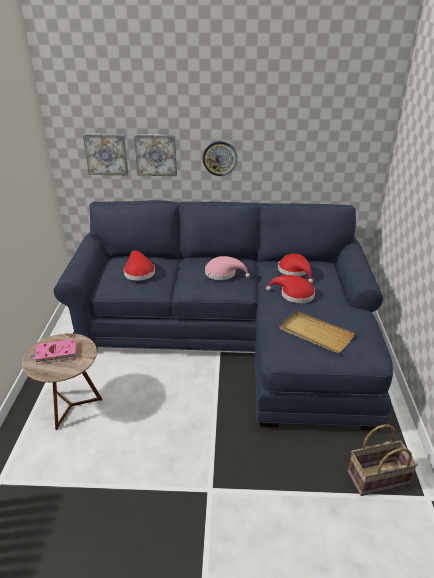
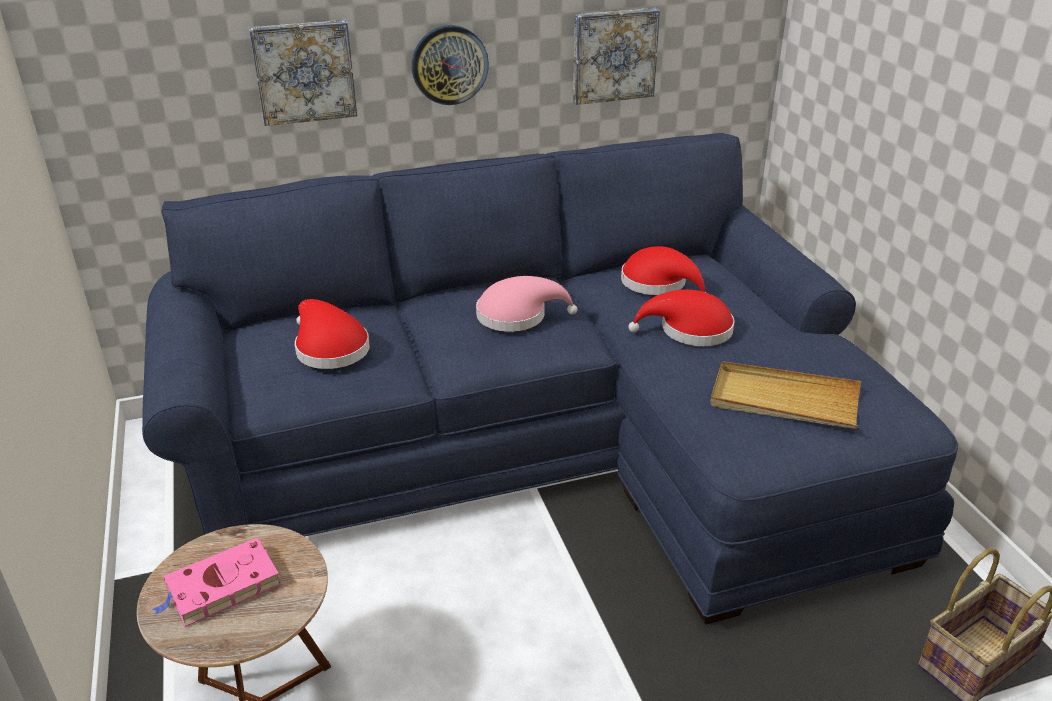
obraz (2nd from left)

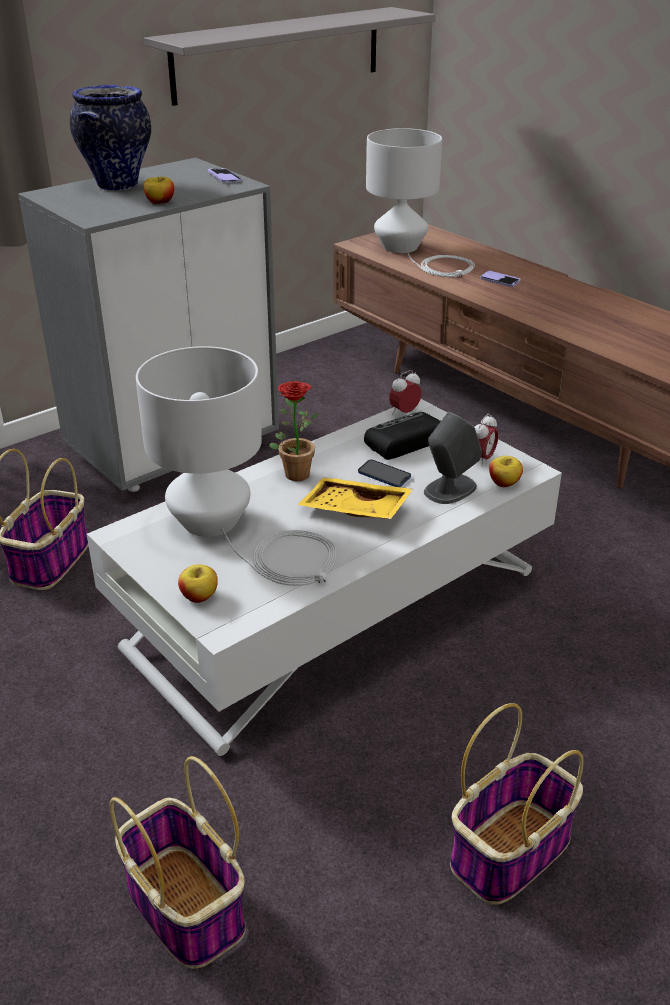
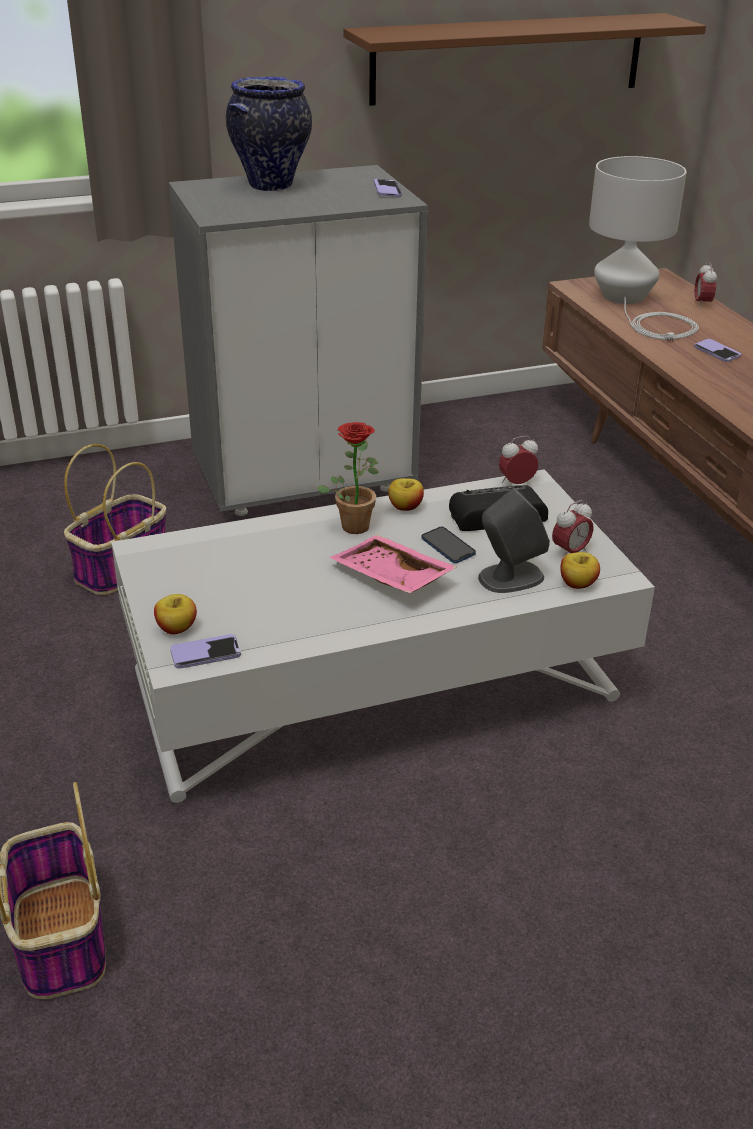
lampa stołowa (biały) (1st from left in the first image)
koszyk (3rd from left in the first image)
telefon (1st from left)
budzik (3rd from left)
jabłko (2nd from left)
półka (brązowy)
taca (różowy)

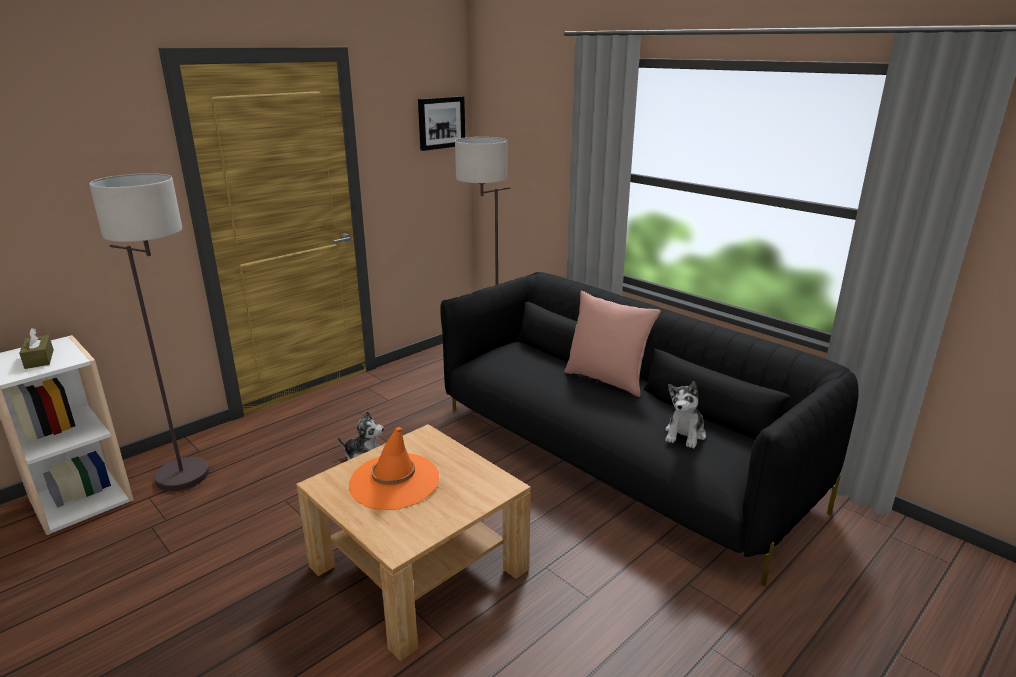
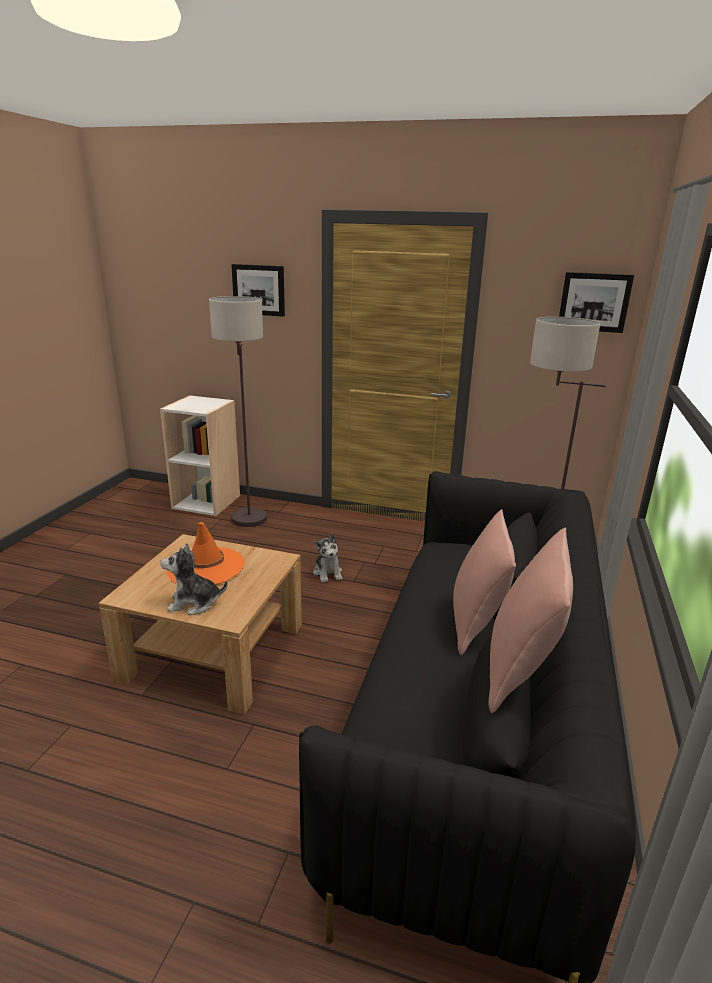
pudełko chusteczek (brązowy)
obraz (1st from left)
poduszka (różowy) (2nd from left)
pluszak (1st from left)

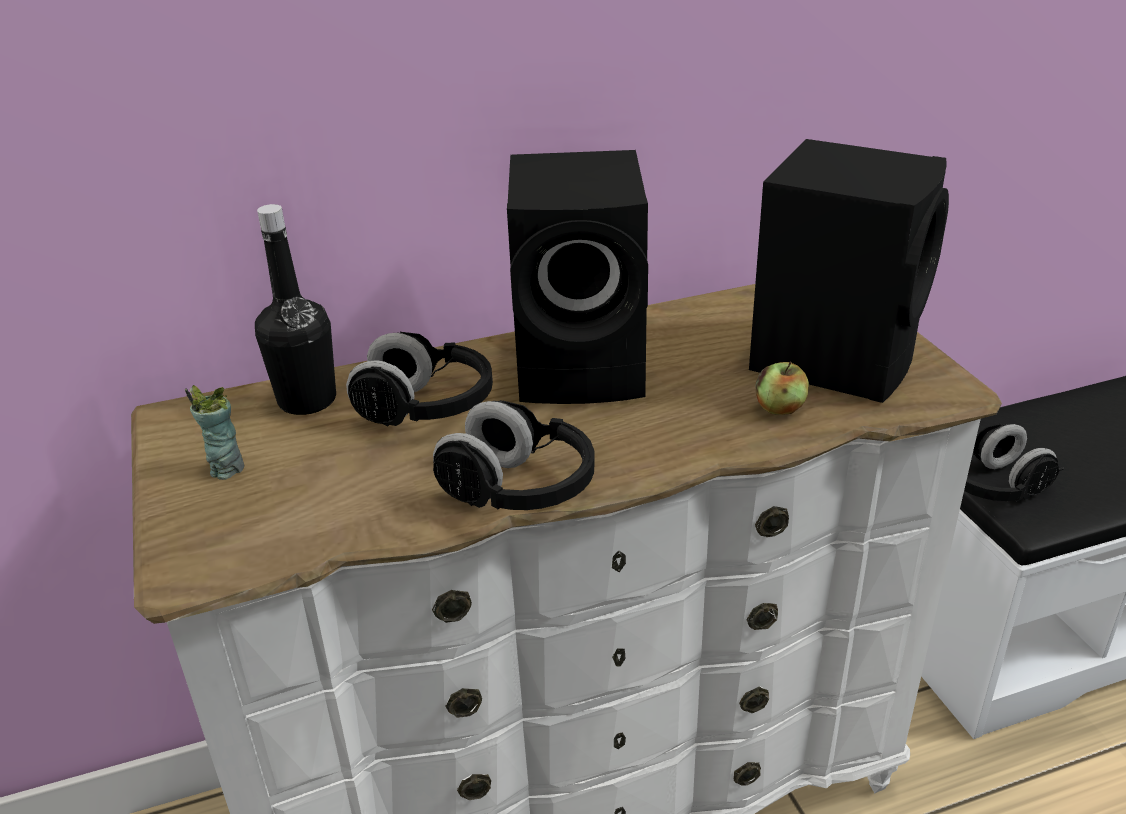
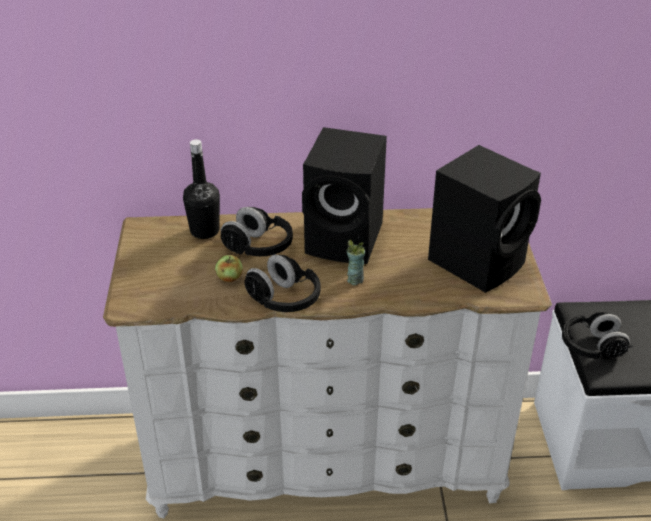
filiżanka
jabłko

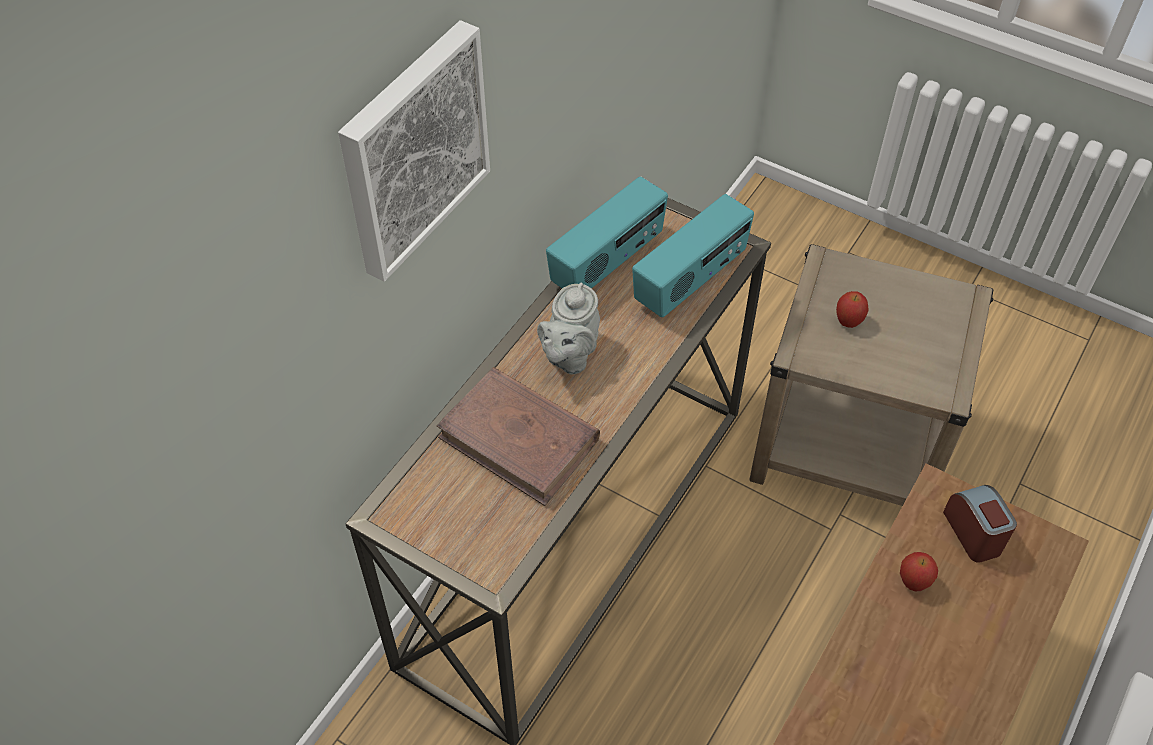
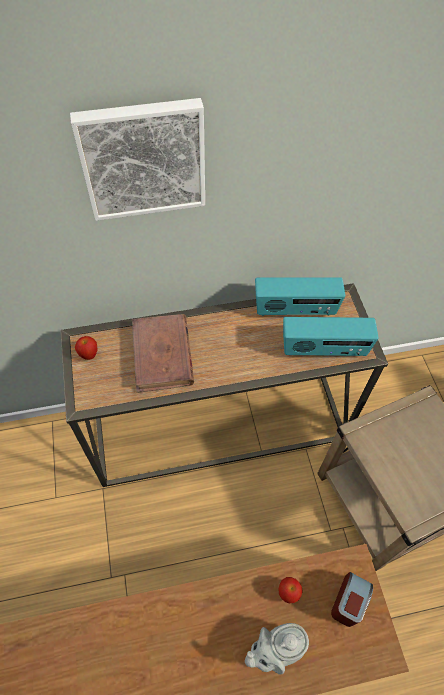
imbryk (szary)
jabłko (1st from left)

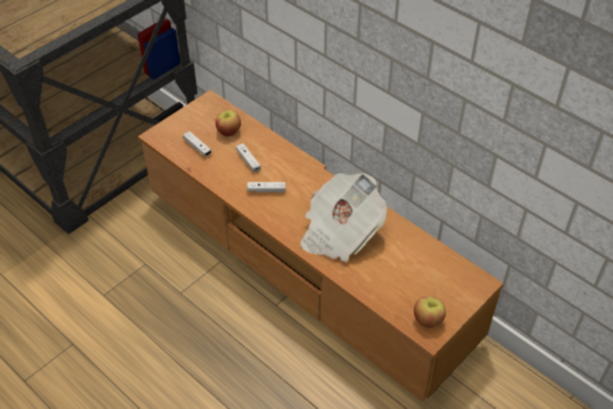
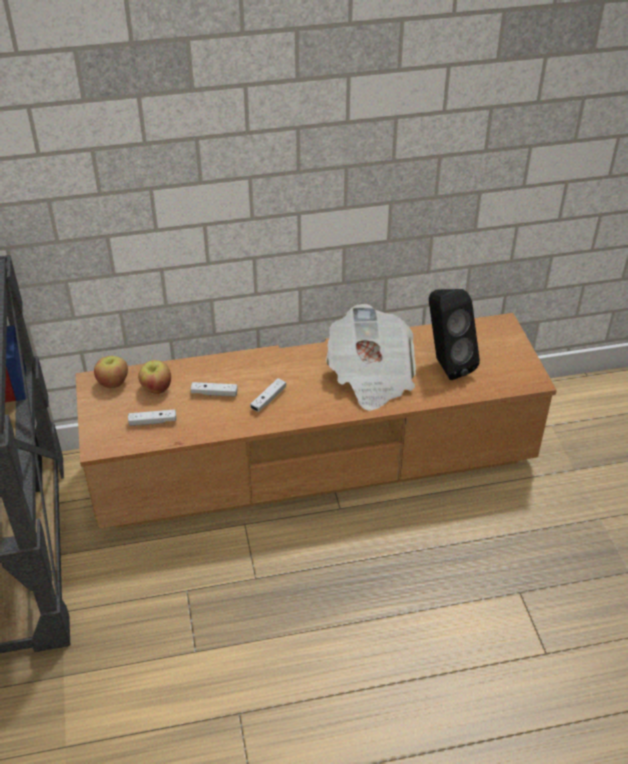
głośnik (czarny)
jabłko (1st from left)

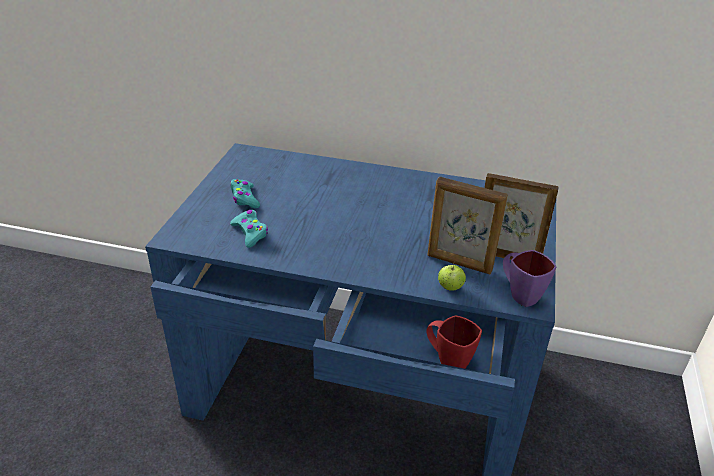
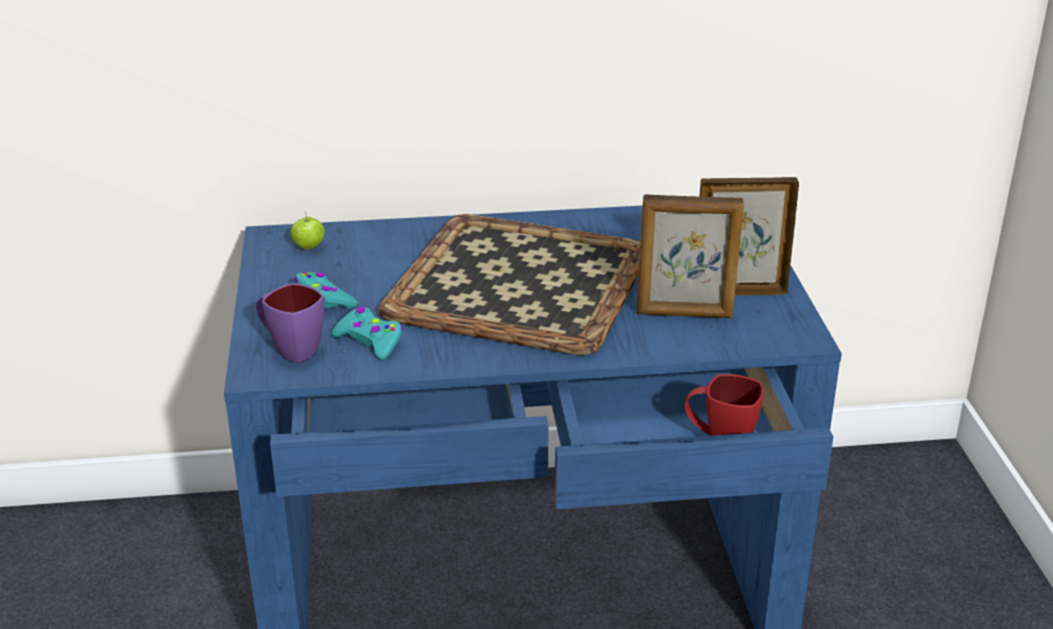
taca
jabłko
kubek (fioletowy)

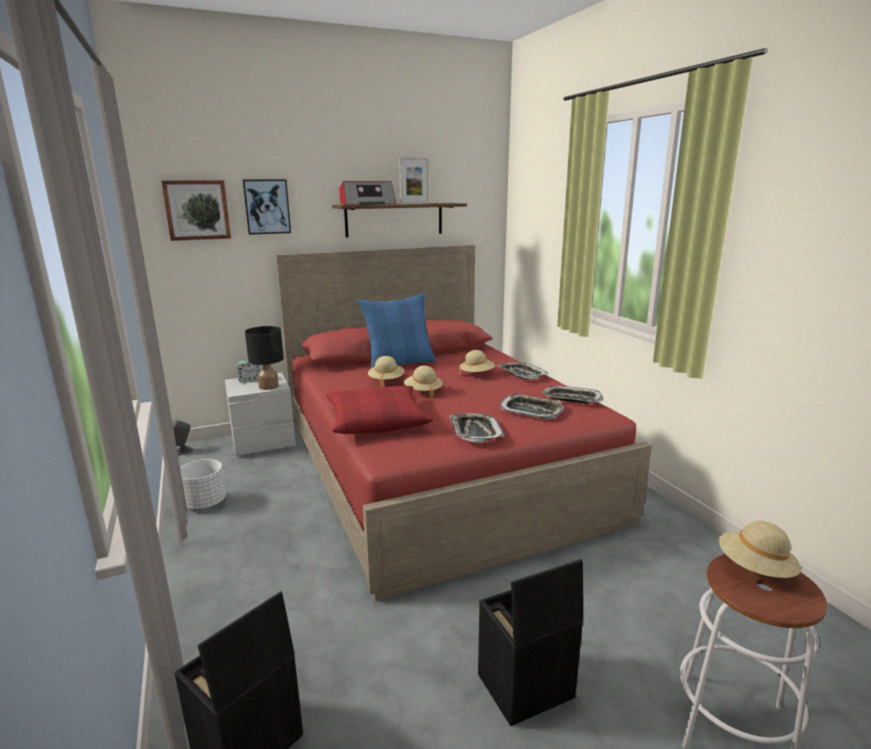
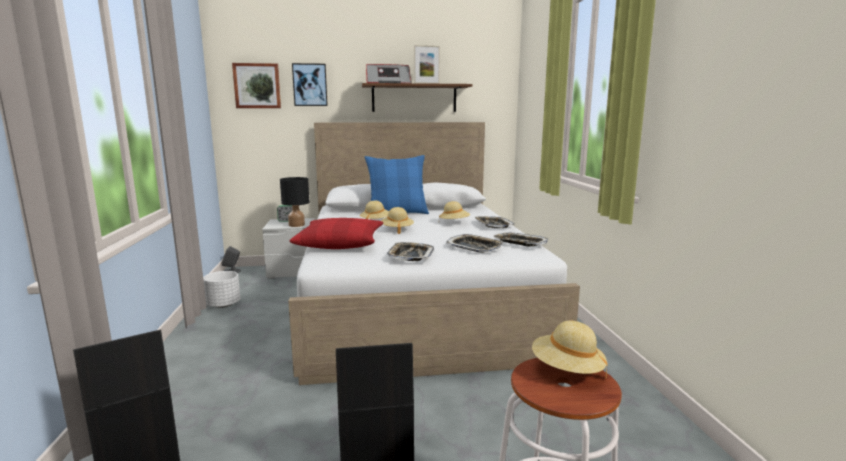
łóżko (biały)

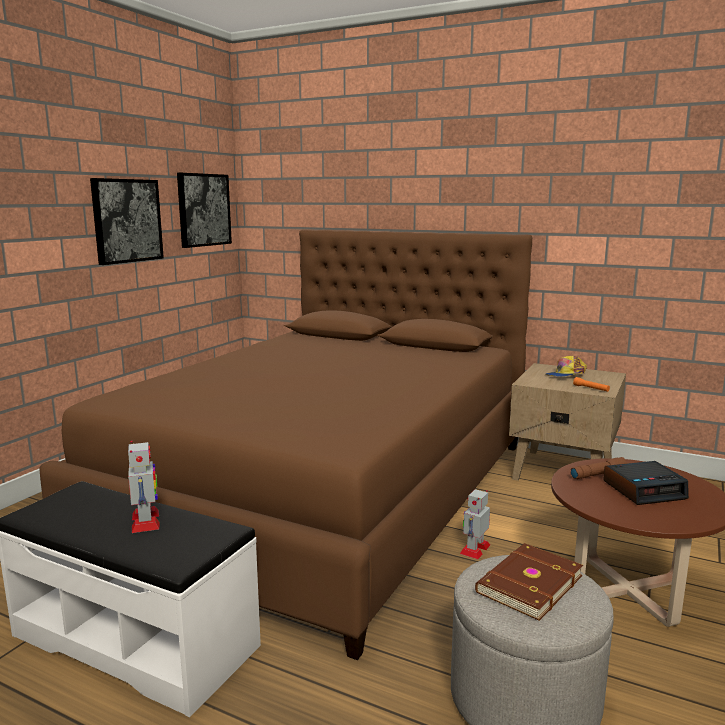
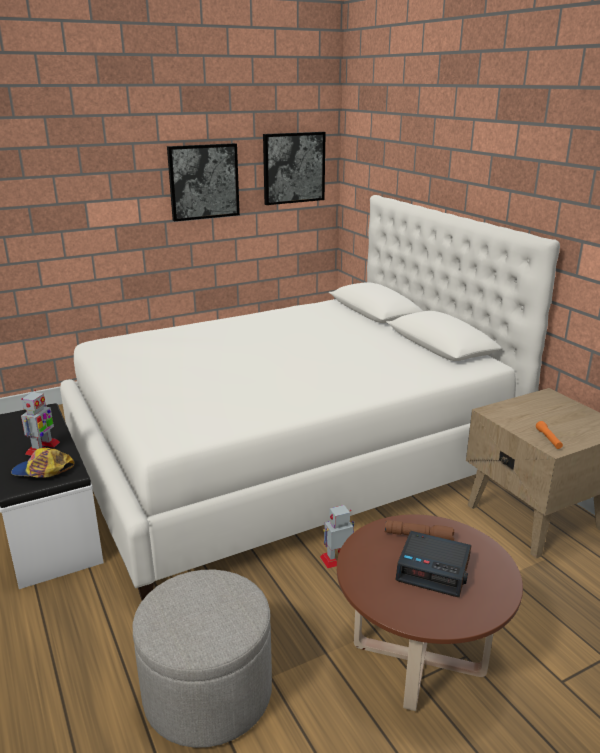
książka (brązowy)
czapka z daszkiem
łóżko (biały)

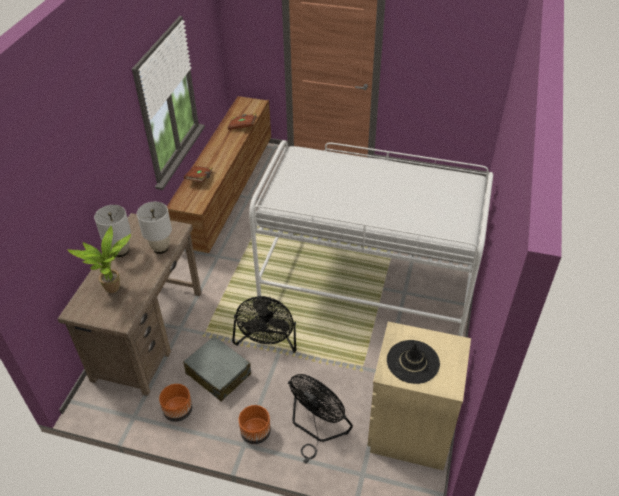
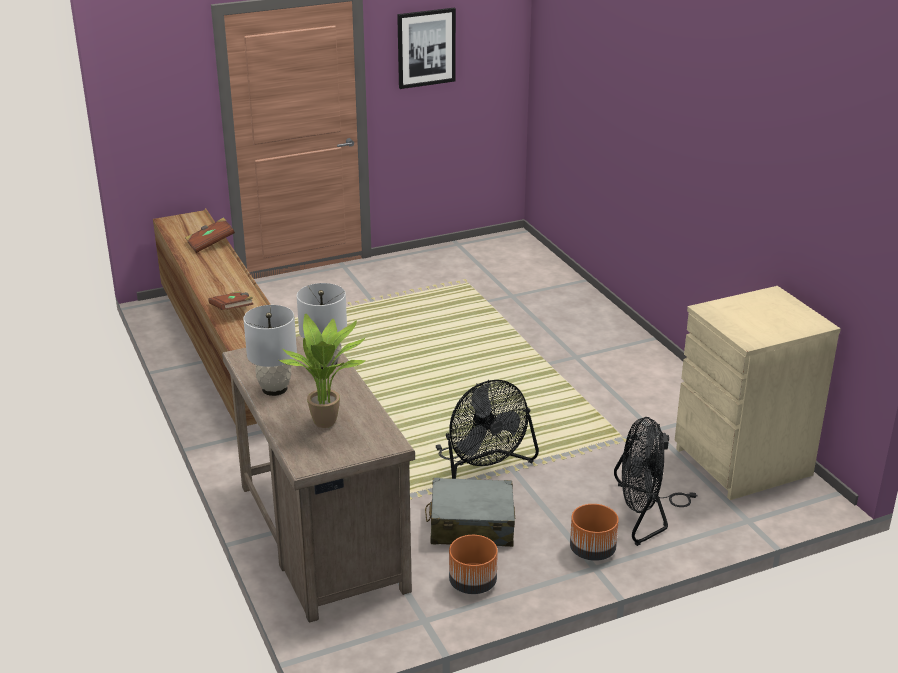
łóżko (biały)
kapelusz (czarny)
obraz
wentylator (czarny) (2nd from left)

